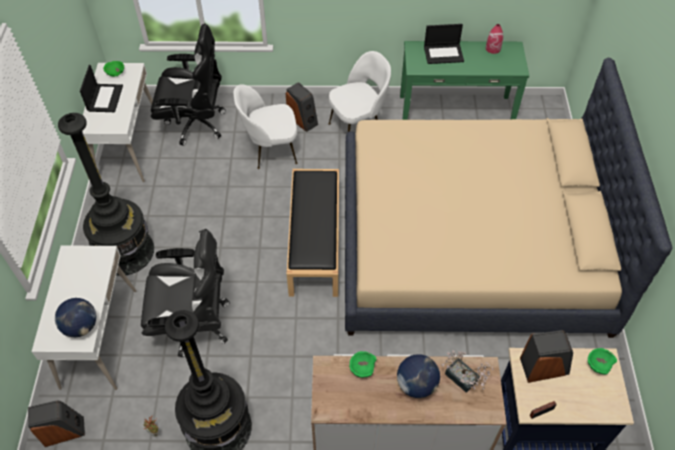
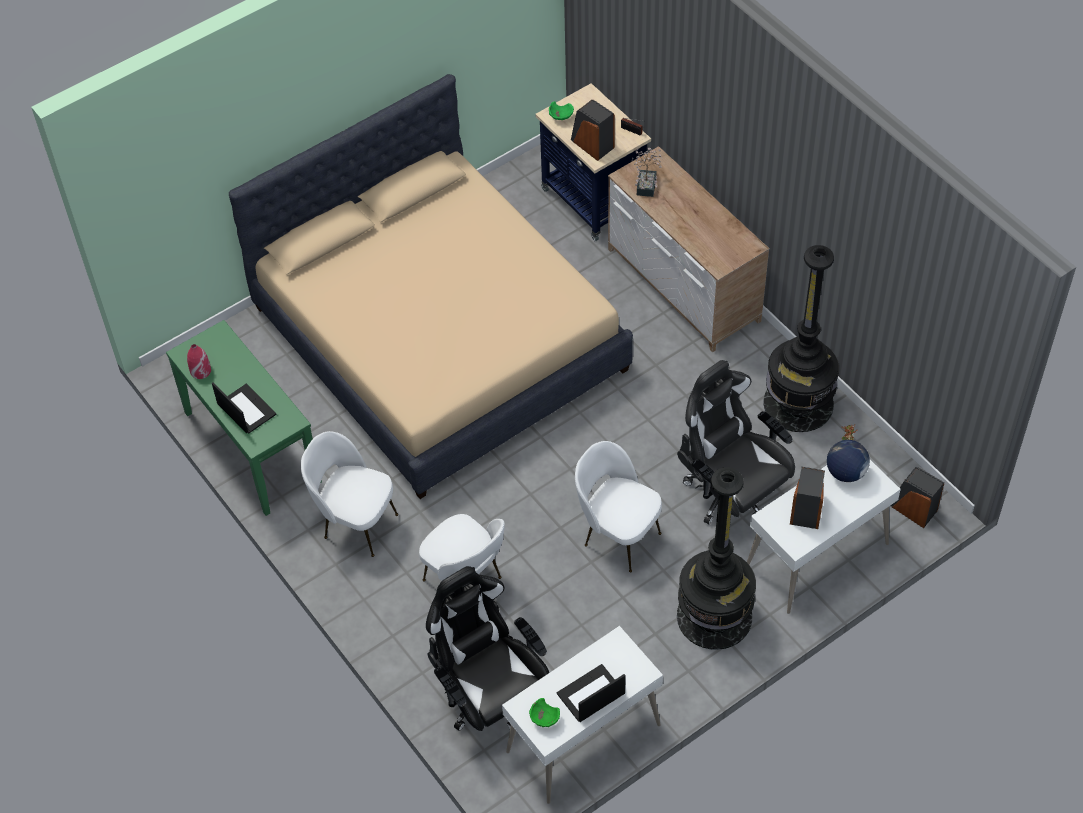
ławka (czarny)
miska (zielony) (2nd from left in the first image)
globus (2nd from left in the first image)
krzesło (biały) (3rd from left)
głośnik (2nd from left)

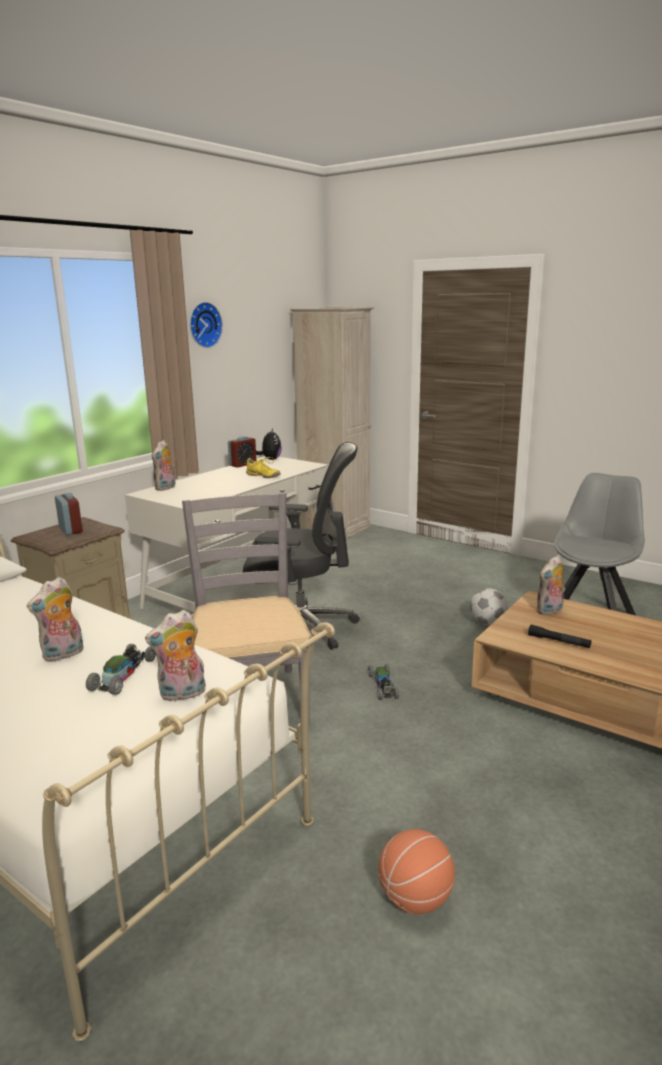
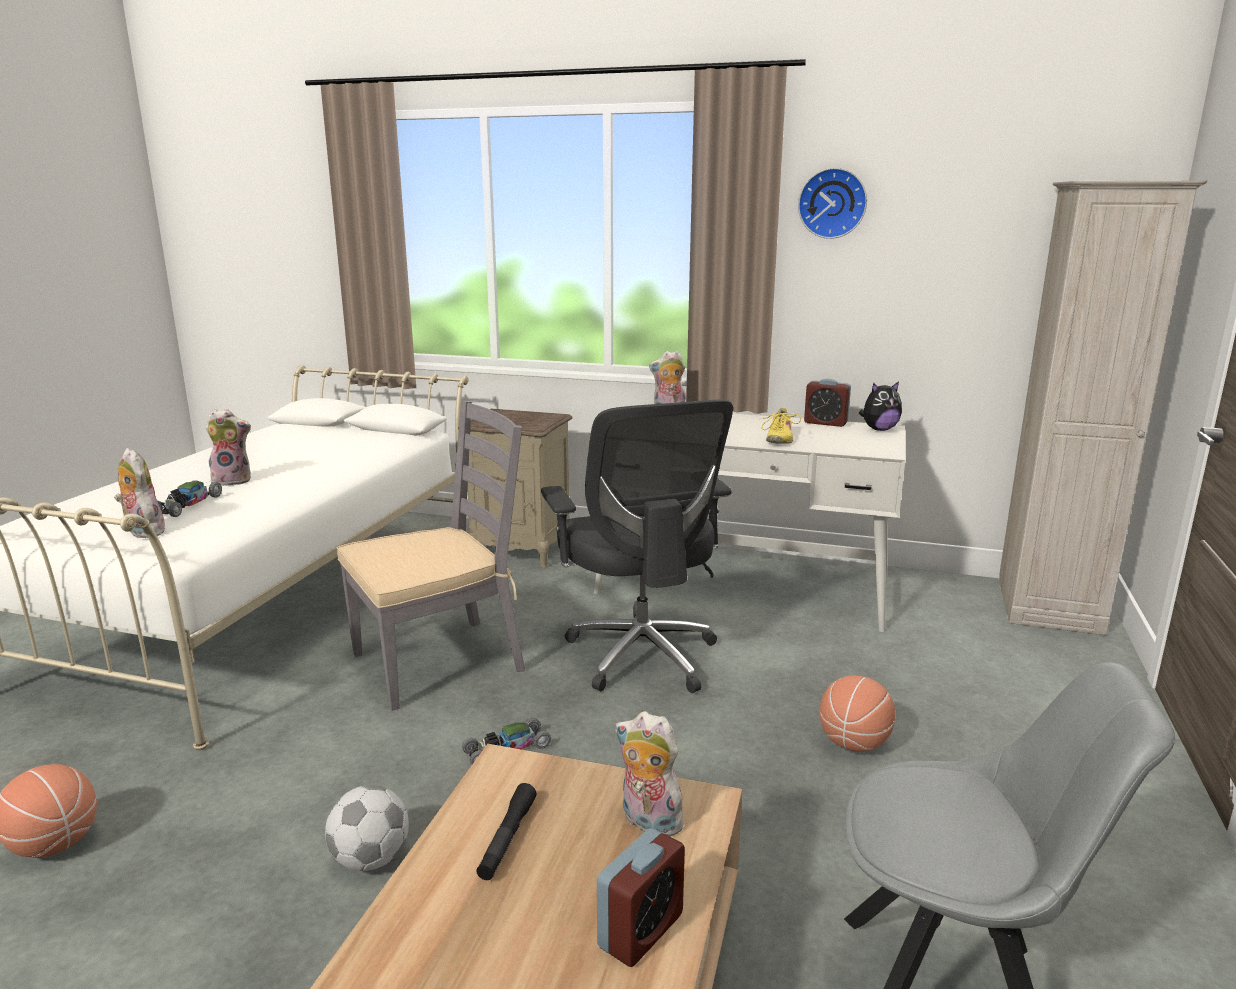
piłka do koszykówki (2nd from left)
budzik (1st from left)
piłka futbolowa
pluszak (2nd from left)
samochodzik (1st from left)

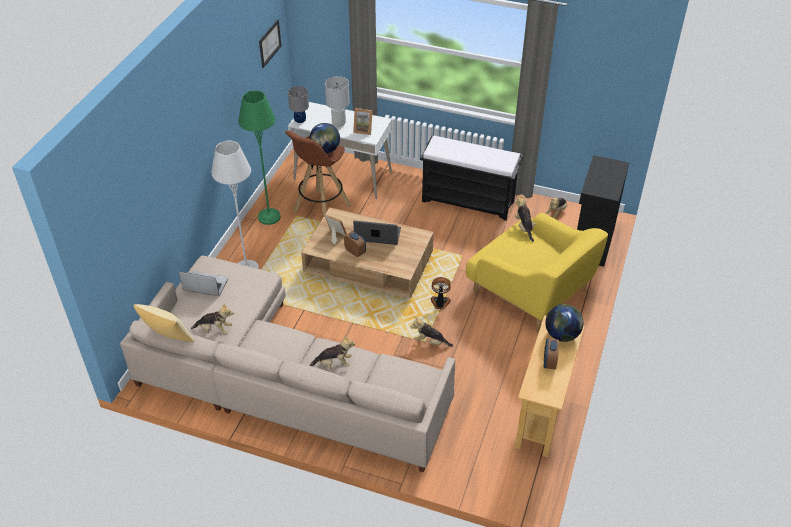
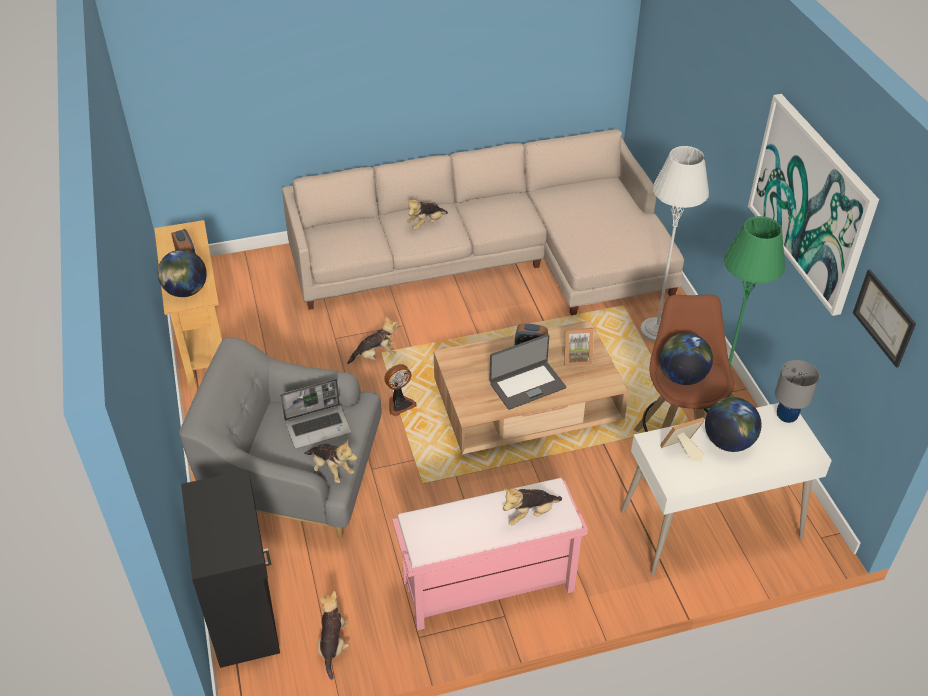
poduszka
obraz (1st from left)
laptop (1st from left)
pluszak (5th from left)
globus (3rd from left)
ławka (różowy)
fotel (szary)

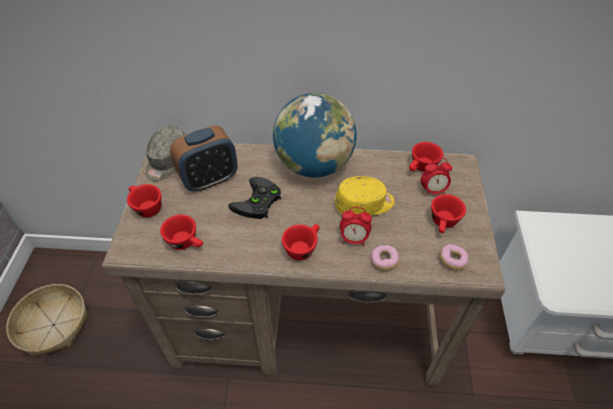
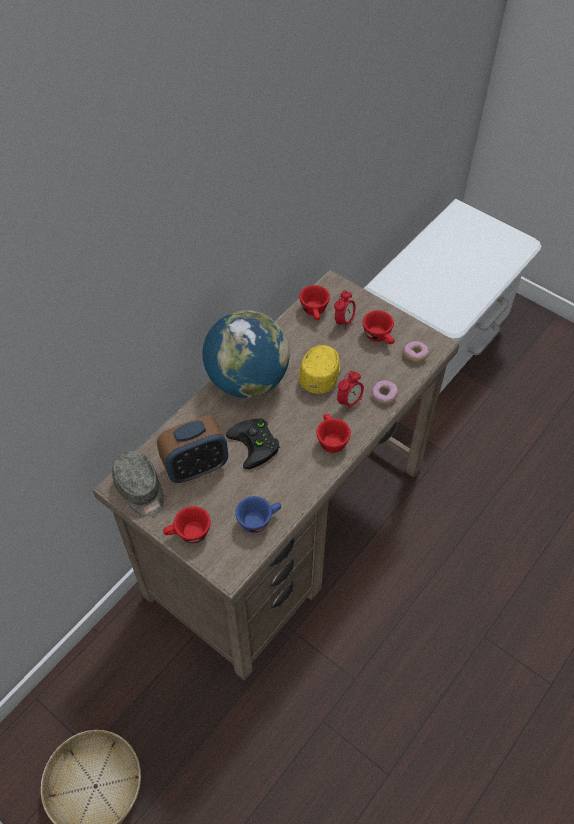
filiżanka (niebieski)
budzik (1st from left)

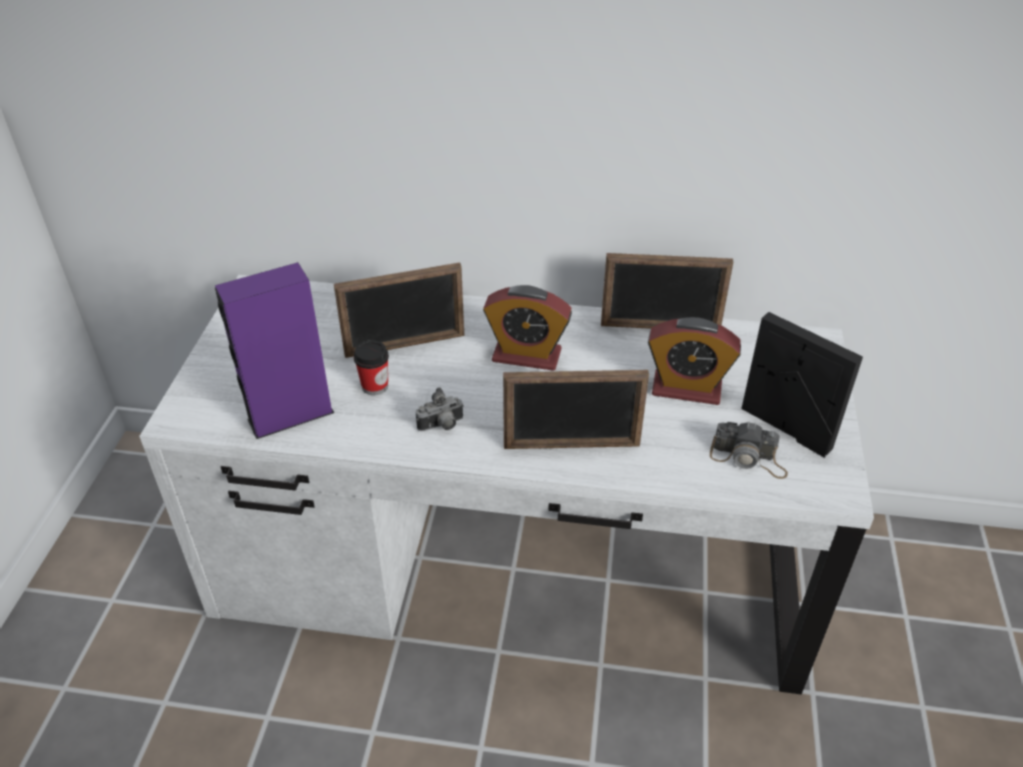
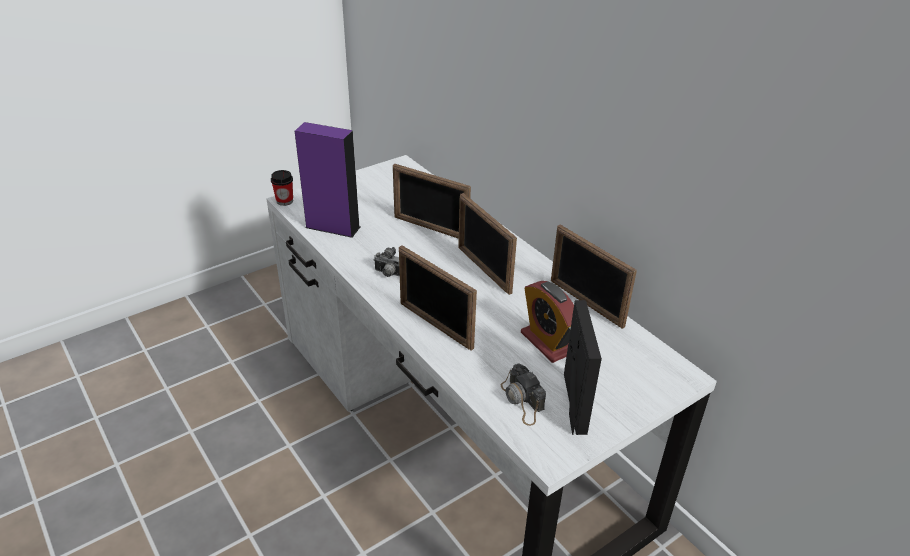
filiżanka
ramka na zdjęcie (3rd from left)

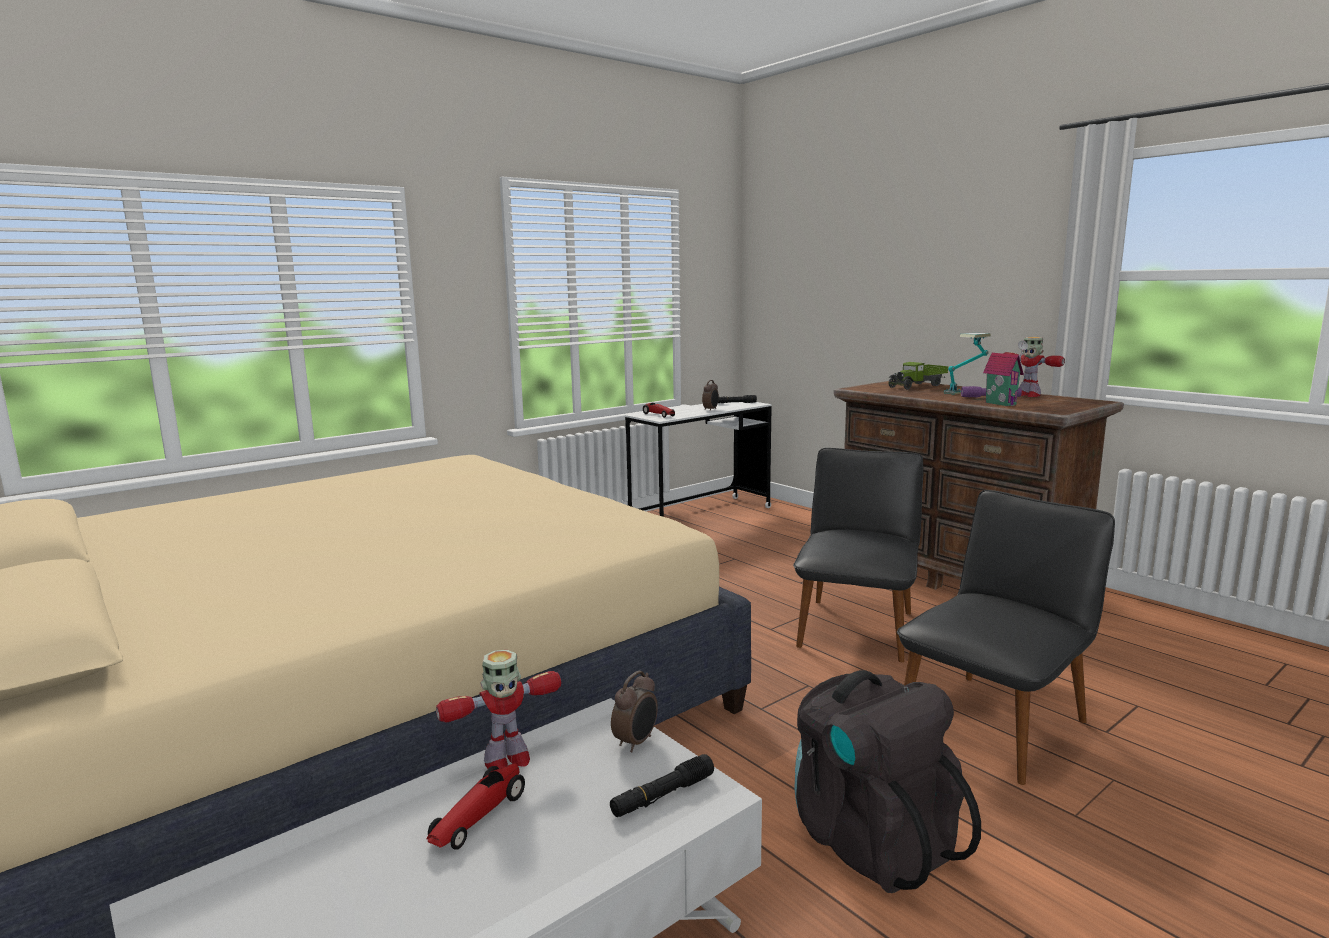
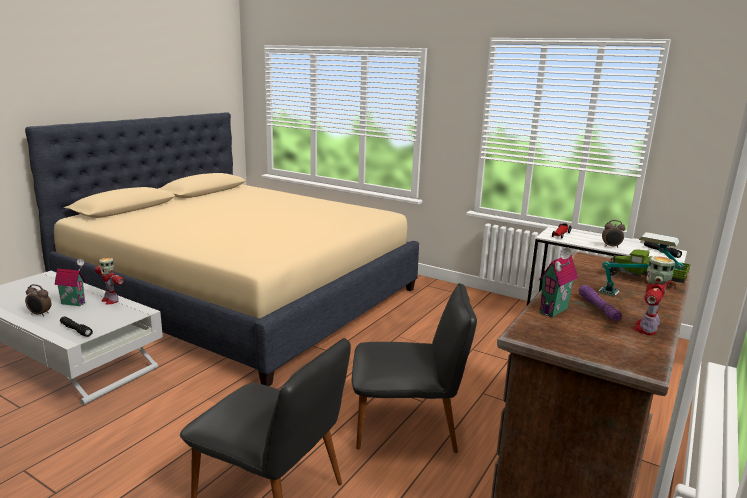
plecak (czarny)
budzik (1st from left)
domek (1st from left)

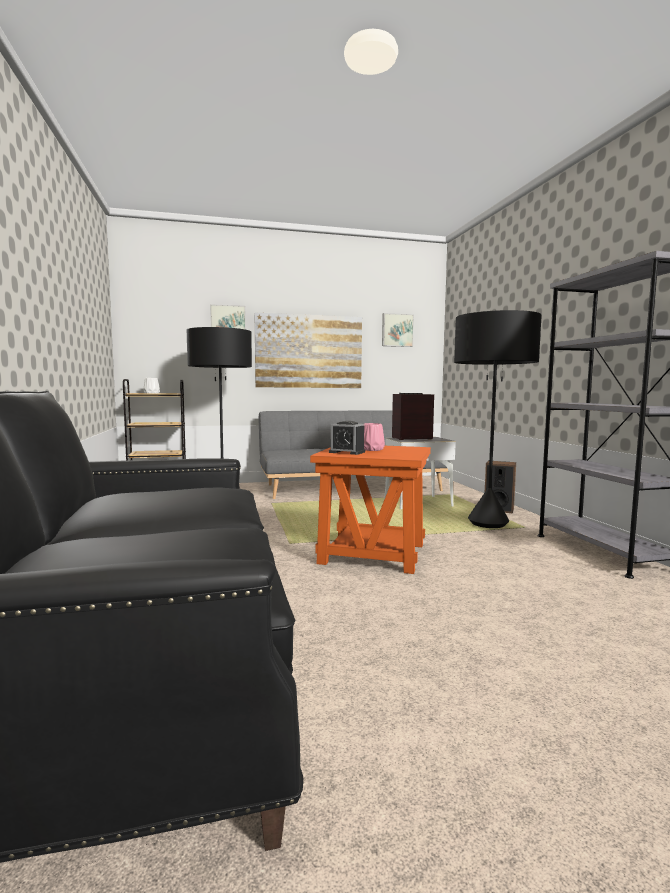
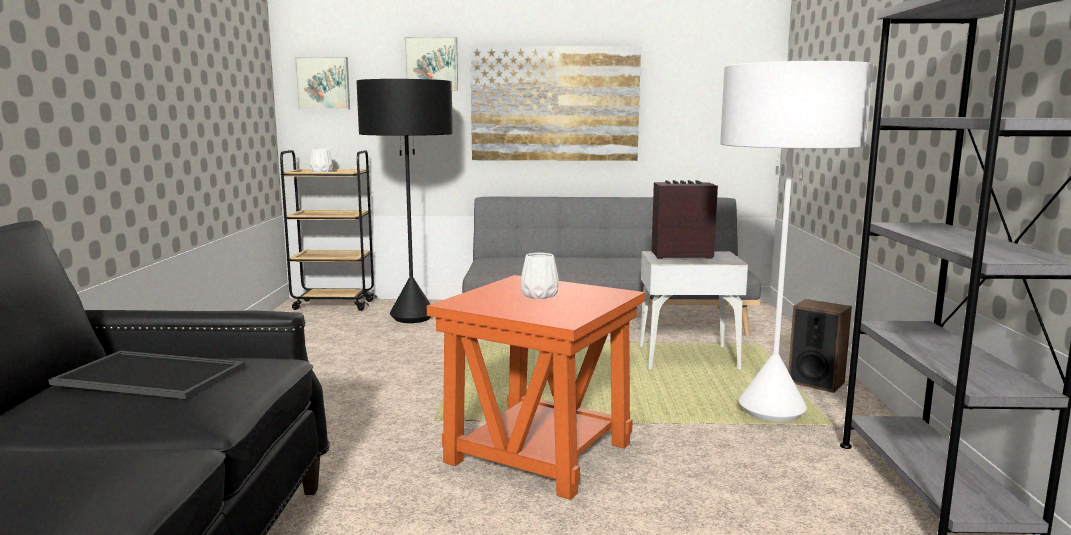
budzik
taca
obraz (1st from left)
wazon (biały) (2nd from left)
lampa stojąca (biały)

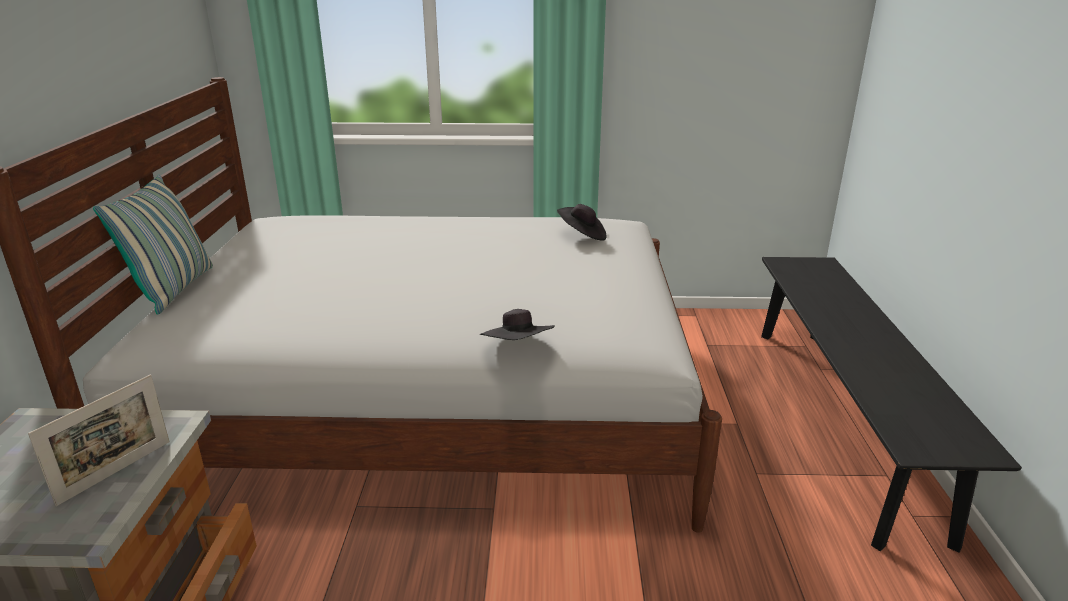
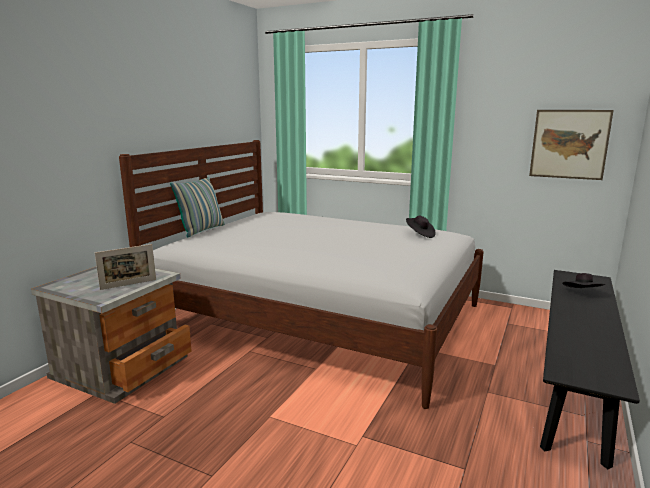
obraz
kapelusz (czarny) (2nd from left)

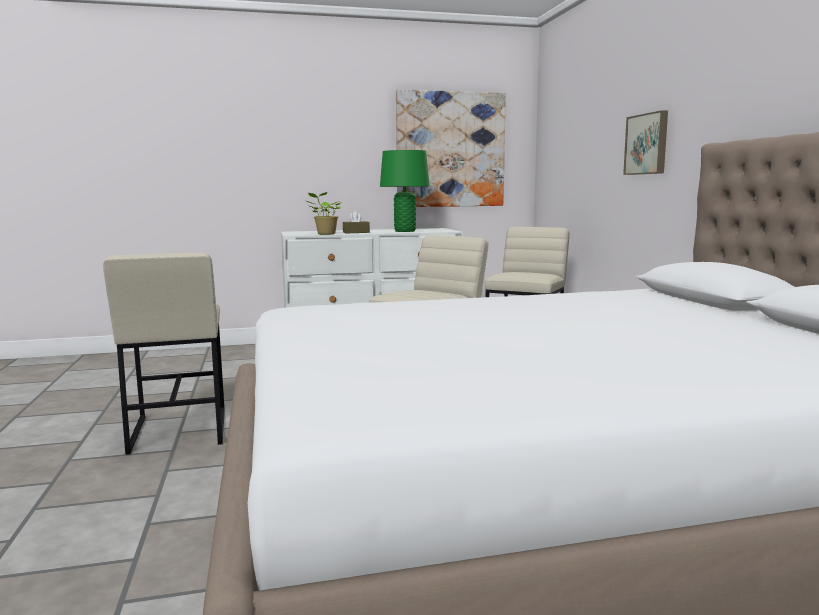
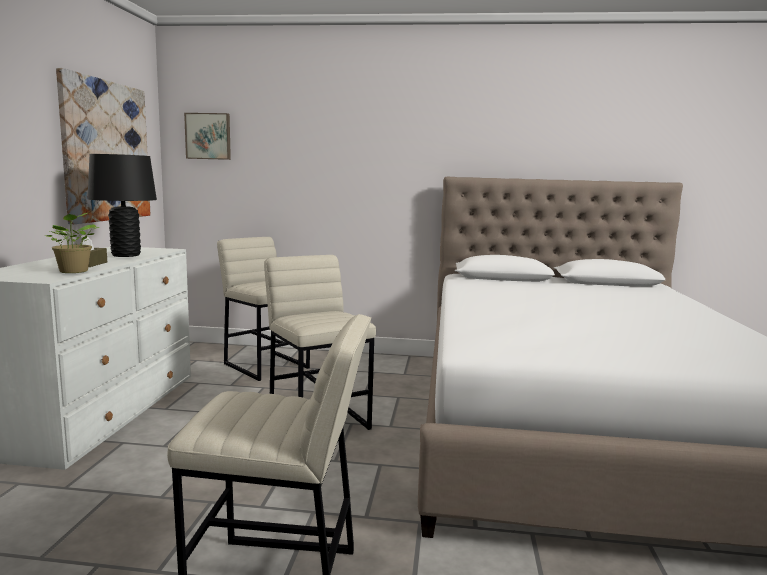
obraz (2nd from left)
lampa stołowa (czarny)

